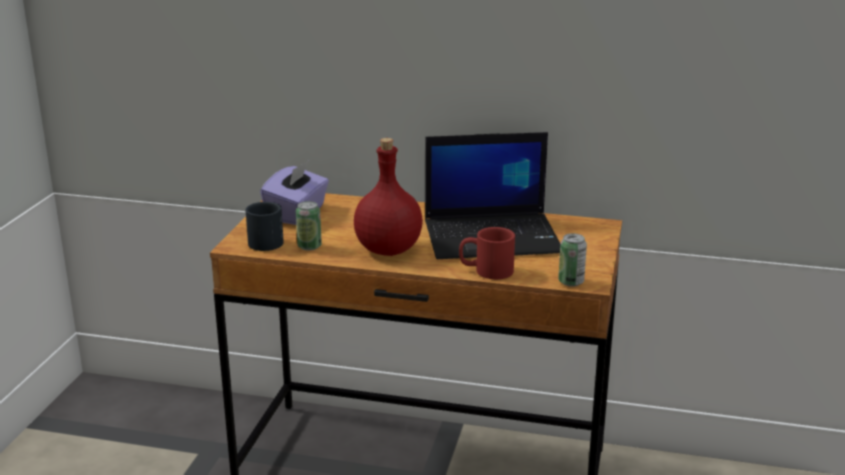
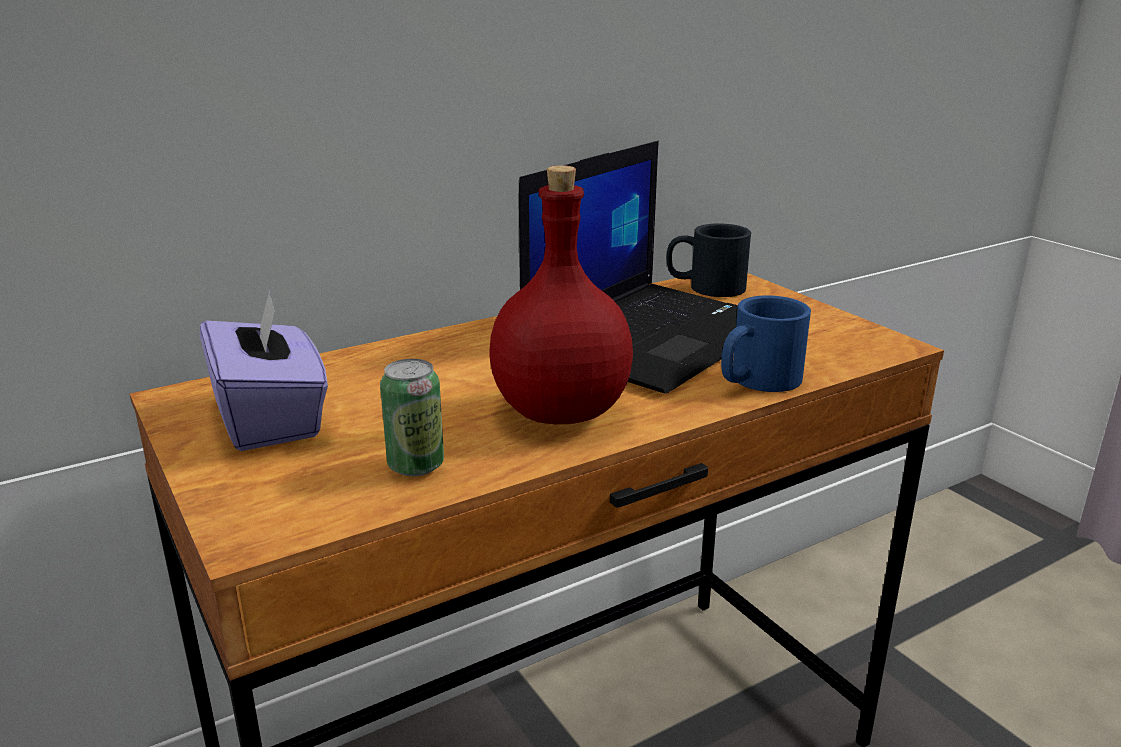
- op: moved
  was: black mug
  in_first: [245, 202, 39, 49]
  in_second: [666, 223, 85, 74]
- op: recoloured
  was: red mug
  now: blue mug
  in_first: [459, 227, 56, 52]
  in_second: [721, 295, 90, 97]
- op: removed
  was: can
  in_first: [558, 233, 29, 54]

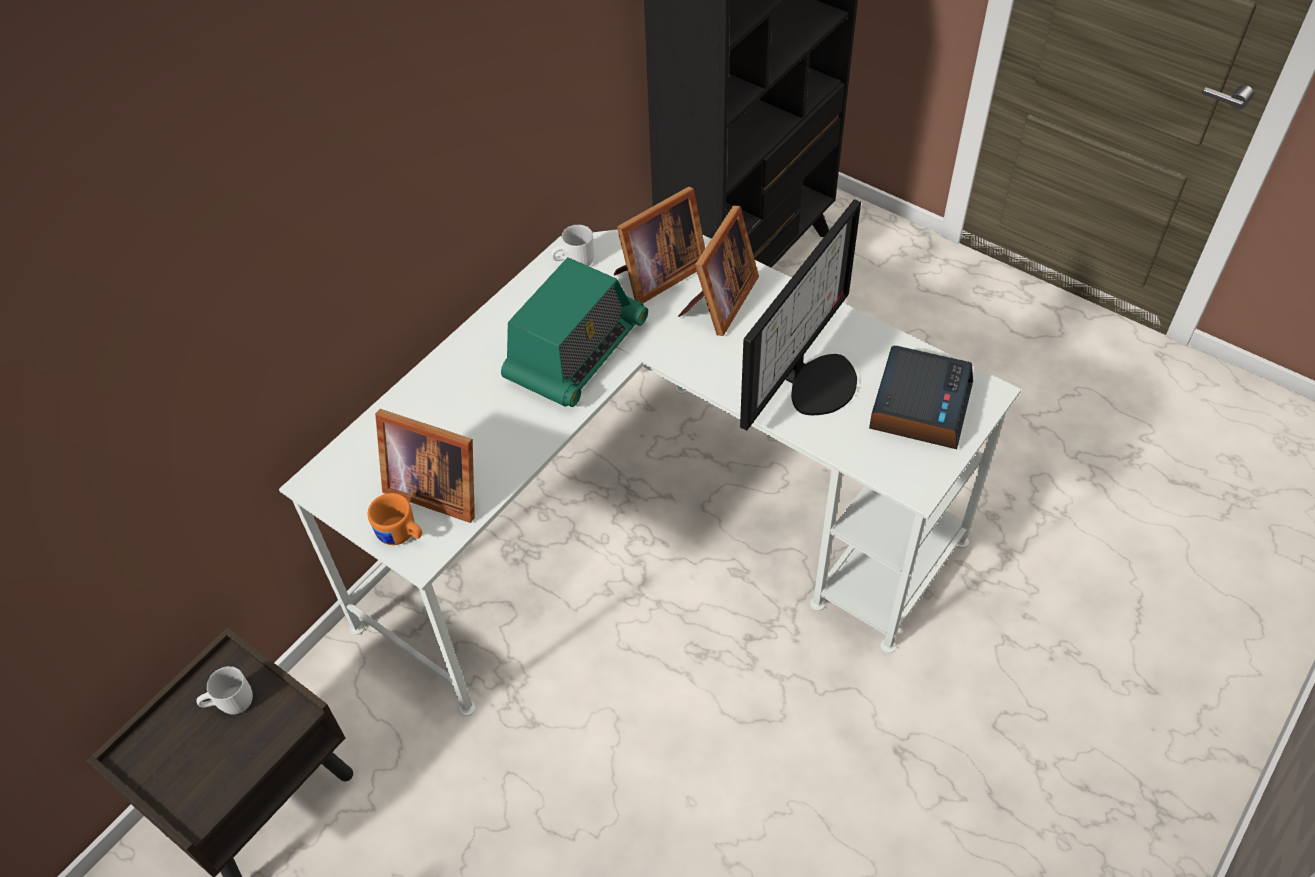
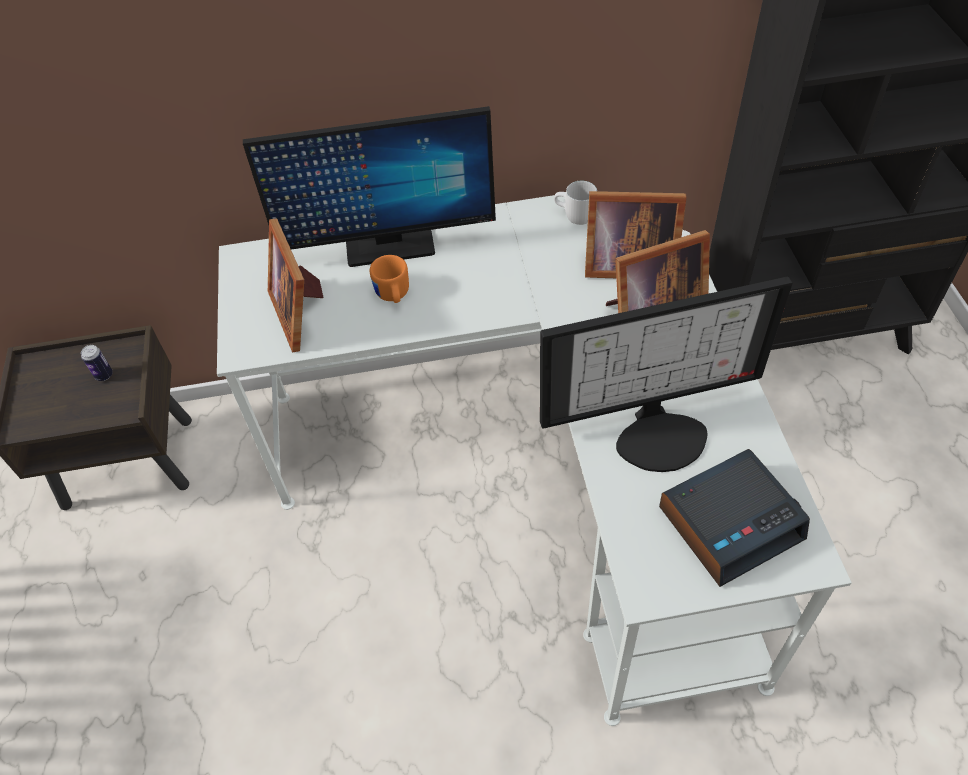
- op: removed
  was: radio
  in_first: [501, 257, 147, 150]
- op: moved
  was: orange mug
  in_first: [368, 493, 54, 52]
  in_second: [370, 255, 39, 48]
- op: replaced
  was: white mug
  now: can
  in_first: [197, 666, 56, 49]
  in_second: [81, 345, 32, 36]
- op: added
  now: monitor
  in_second: [243, 106, 253, 161]

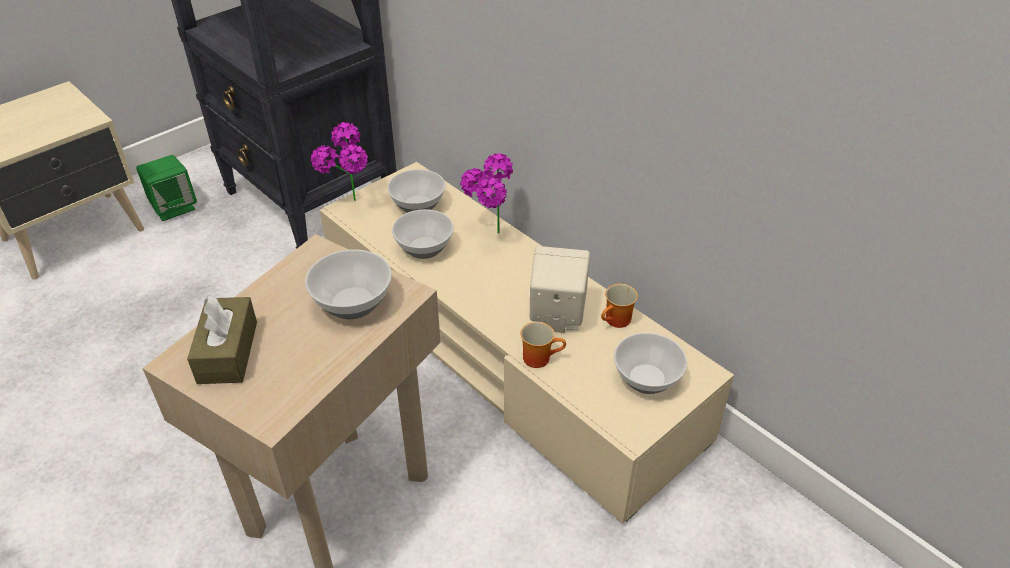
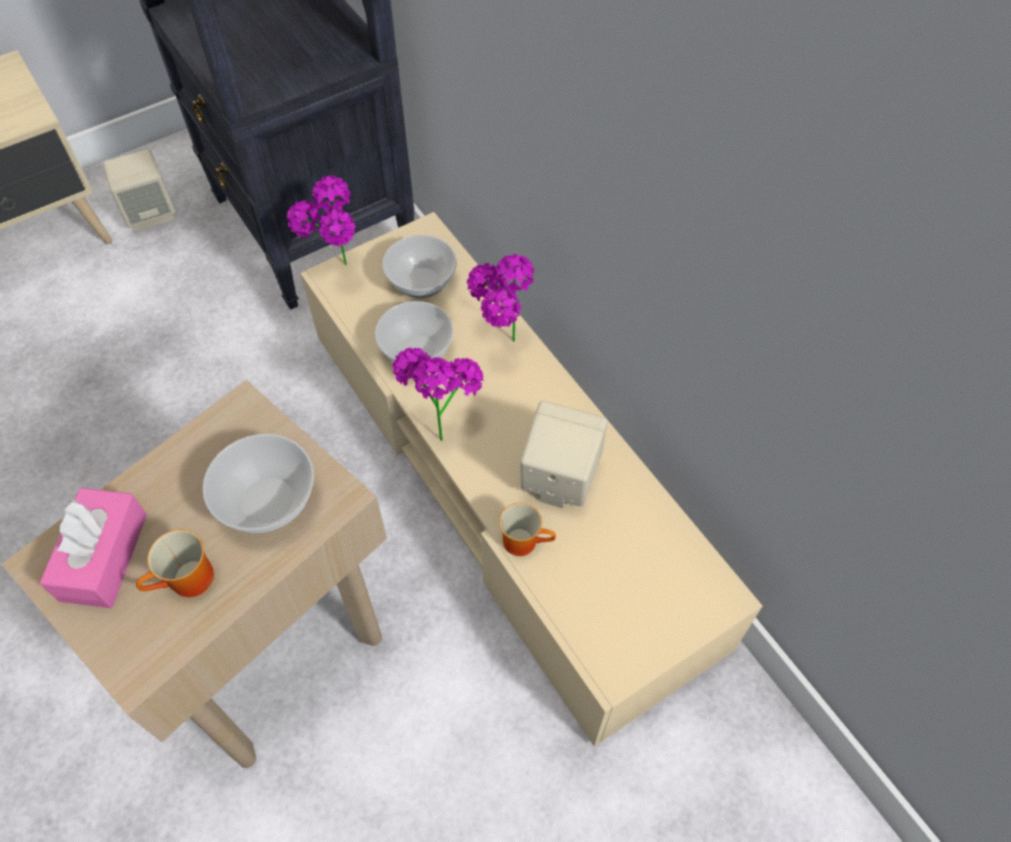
- op: recoloured
  was: green speaker
  now: beige speaker
  in_first: [136, 155, 61, 66]
  in_second: [103, 149, 72, 83]
- op: moved
  was: mug
  in_first: [601, 284, 37, 44]
  in_second: [136, 529, 78, 68]
- op: recoloured
  was: brown tissue box
  now: pink tissue box
  in_first: [187, 295, 70, 89]
  in_second: [40, 488, 107, 120]
- op: removed
  was: bowl
  in_first: [614, 333, 73, 61]
- op: added
  now: potted plant
  in_second: [392, 348, 92, 93]

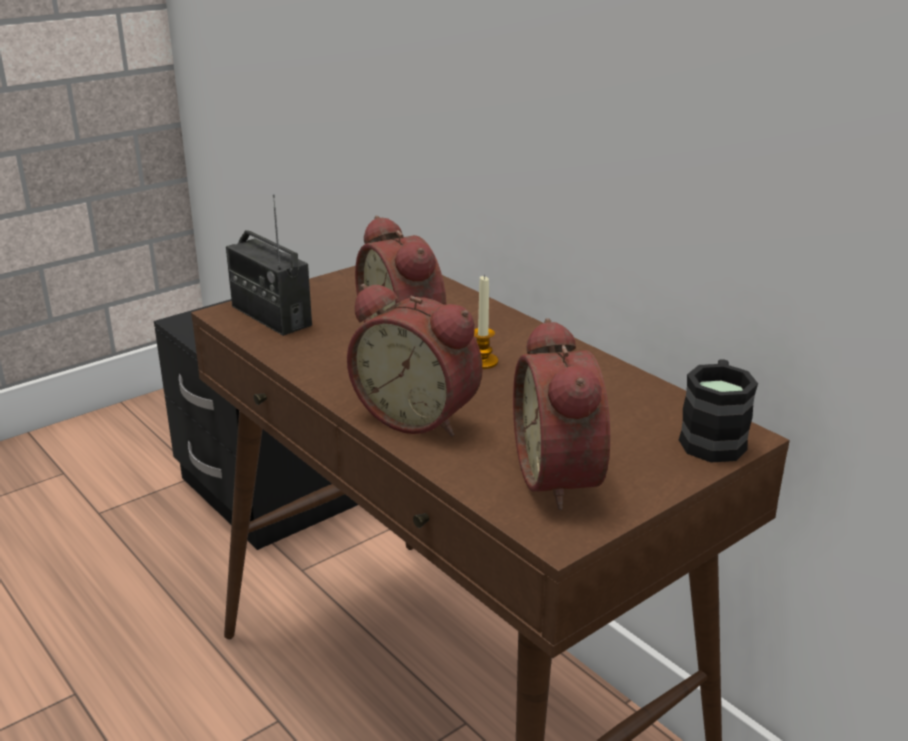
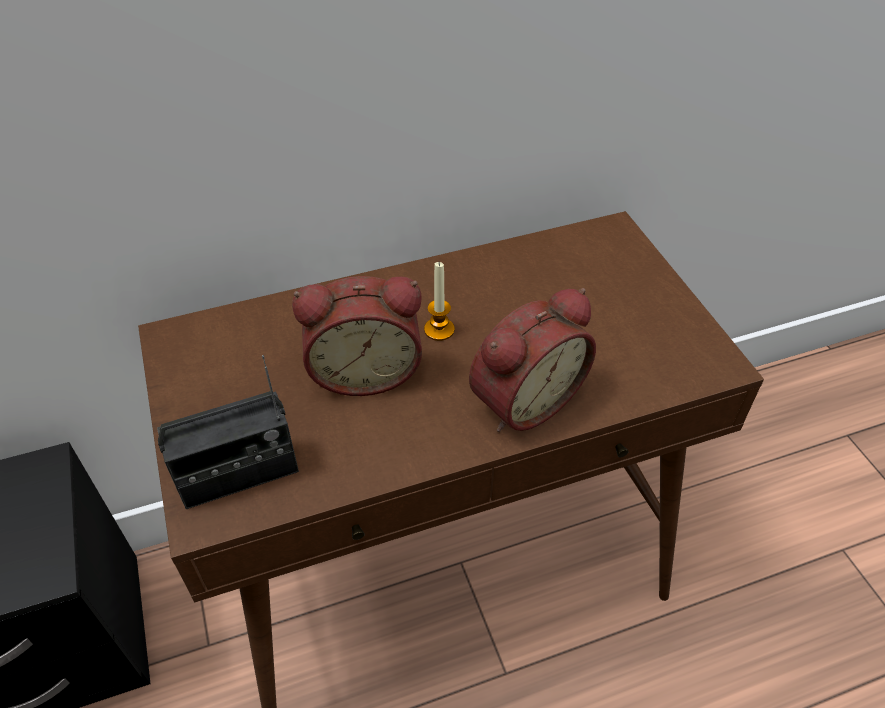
- op: removed
  was: alarm clock
  in_first: [513, 318, 97, 192]
- op: removed
  was: black mug
  in_first: [679, 359, 79, 104]

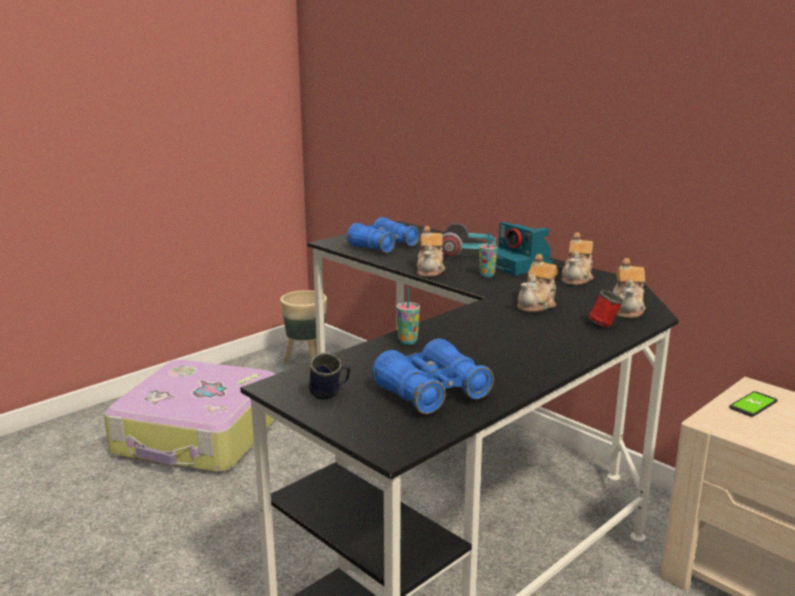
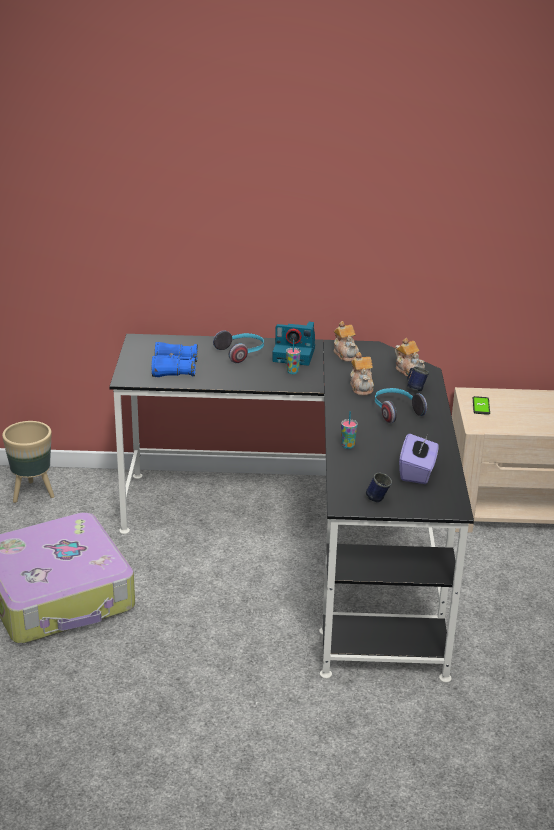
- op: removed
  was: teapot
  in_first: [417, 226, 28, 51]
- op: recoloured
  was: red mug
  now: blue mug
  in_first: [588, 290, 36, 38]
  in_second: [407, 366, 22, 25]
- op: replaced
  was: blue binoculars
  now: purple tissue box
  in_first: [372, 339, 122, 75]
  in_second: [399, 433, 40, 51]
- op: added
  now: headphones
  in_second: [375, 388, 52, 35]

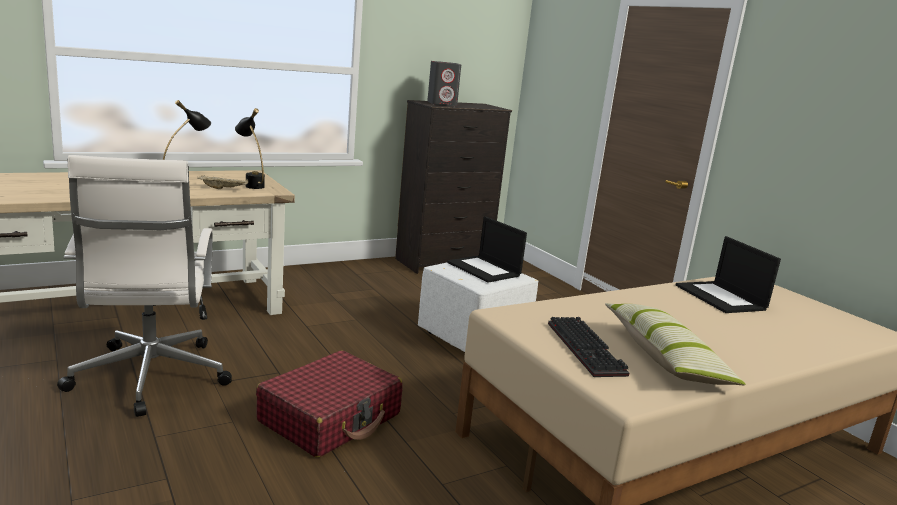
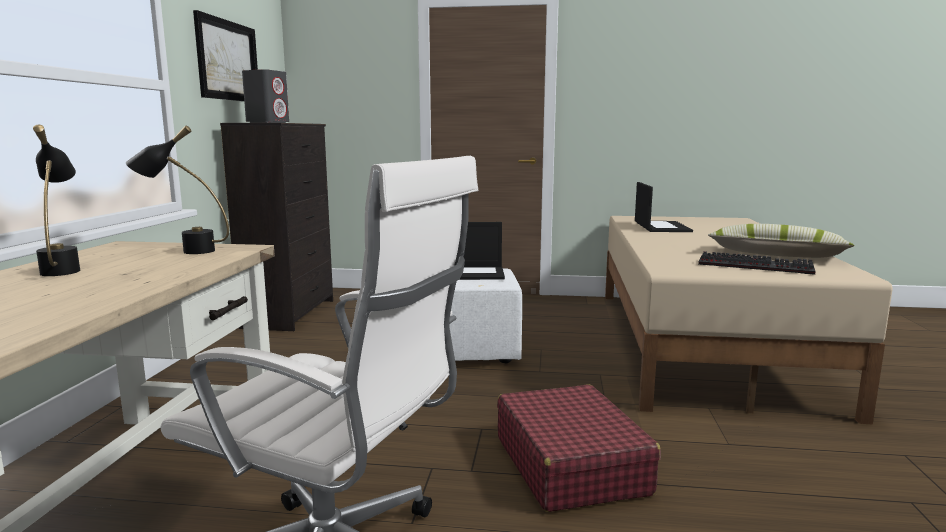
- op: removed
  was: beige tray
  in_first: [197, 175, 52, 14]
- op: turned
  was: laptop
  in_first: [676, 236, 105, 77]
  in_second: [635, 182, 58, 50]
  clockwise: -105
- op: added
  now: picture
  in_second: [193, 10, 65, 91]

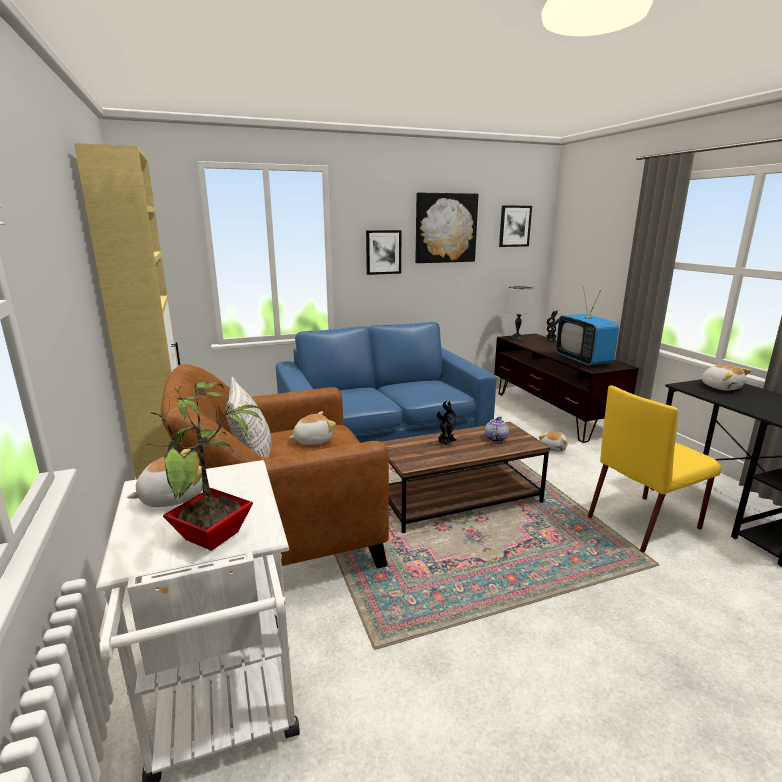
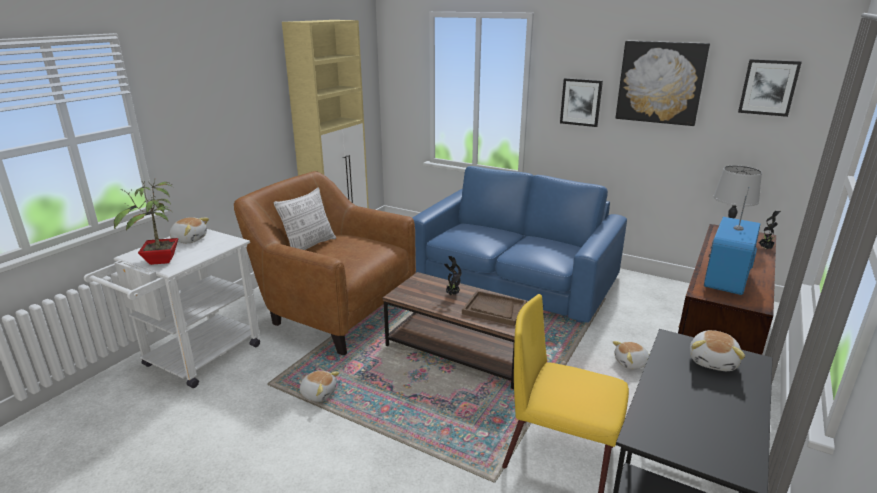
- op: moved
  was: plush toy
  in_first: [289, 411, 47, 34]
  in_second: [299, 371, 40, 31]
- op: replaced
  was: teapot
  now: brown tray
  in_first: [485, 416, 24, 26]
  in_second: [462, 291, 65, 35]

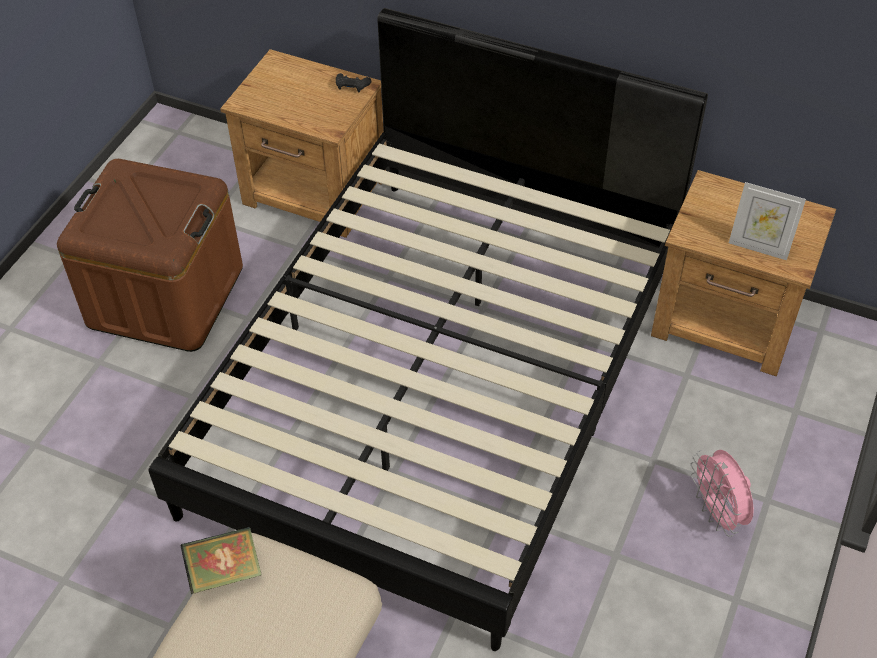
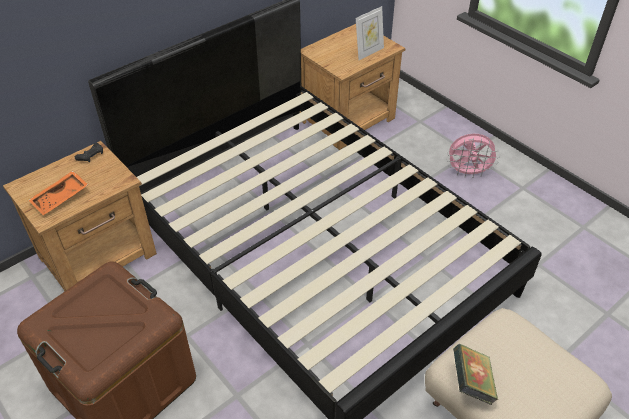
- op: added
  now: orange tray
  in_second: [28, 171, 60, 44]

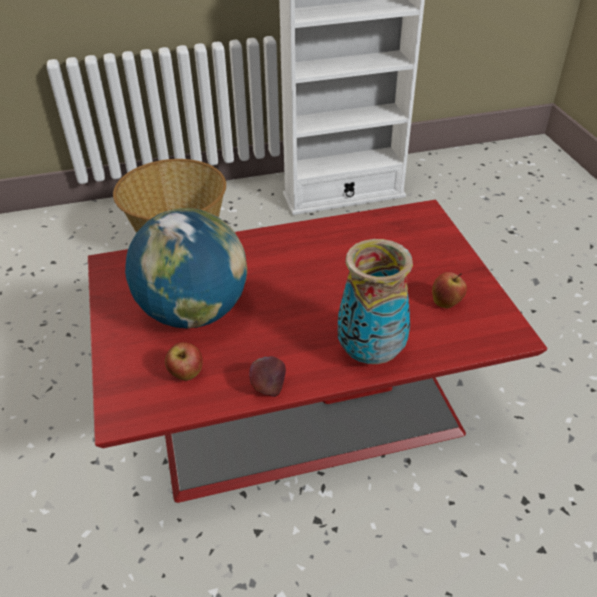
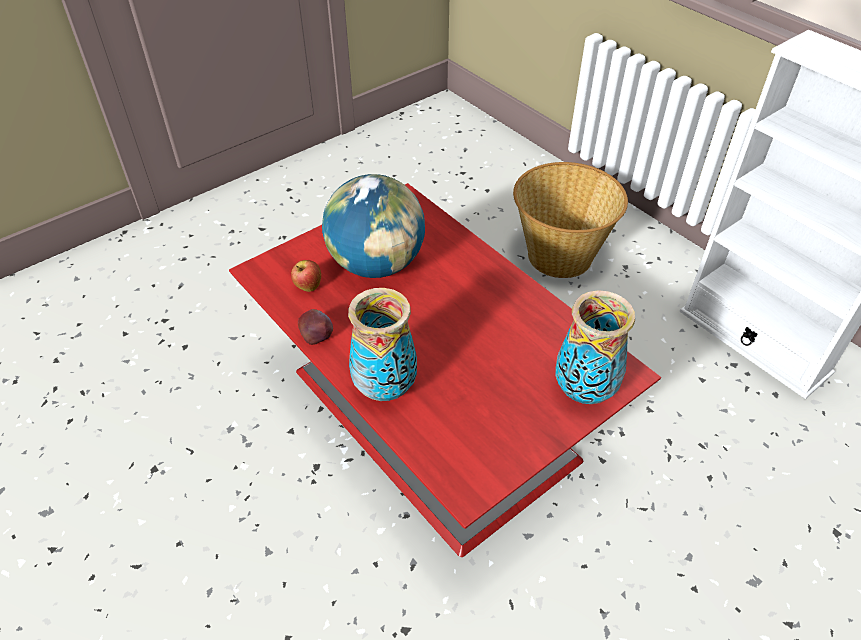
- op: removed
  was: apple
  in_first: [432, 272, 35, 36]
- op: added
  now: vase
  in_second: [555, 290, 80, 114]

